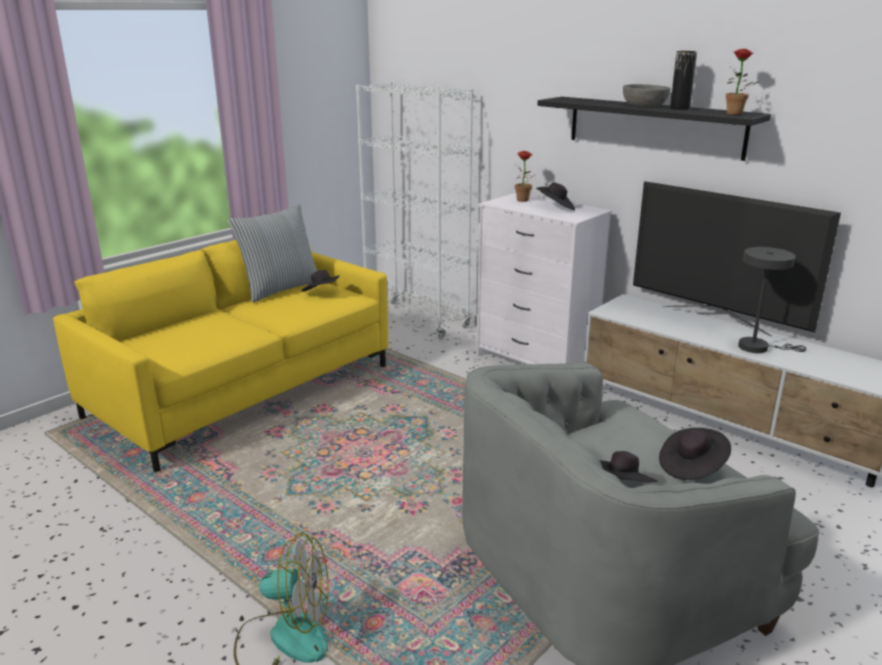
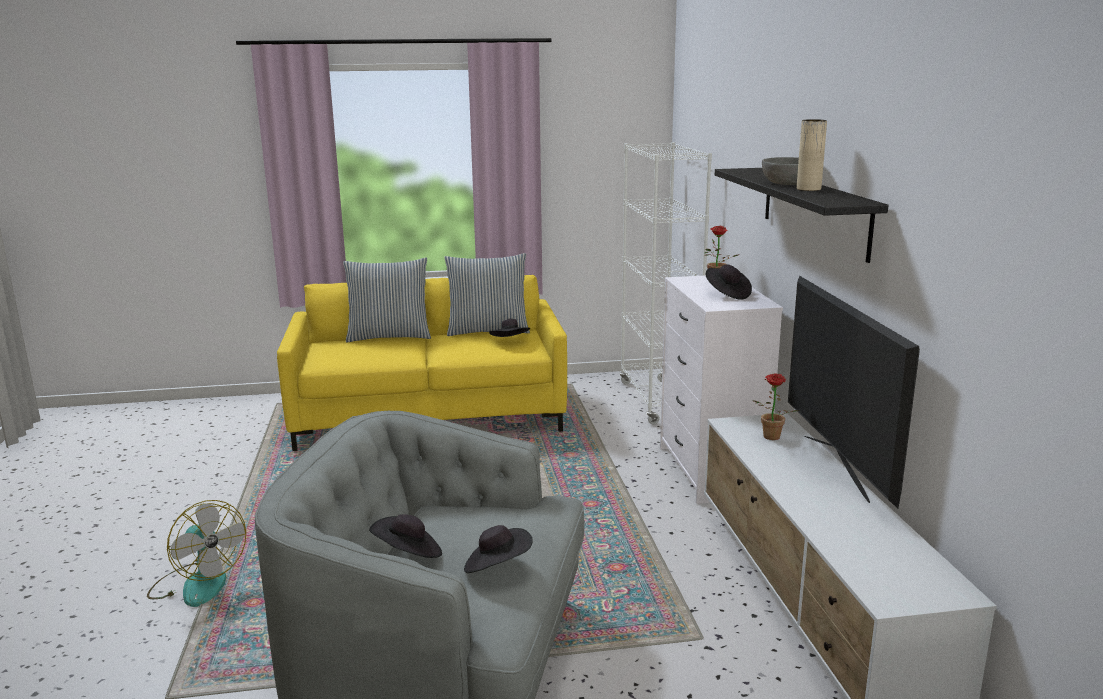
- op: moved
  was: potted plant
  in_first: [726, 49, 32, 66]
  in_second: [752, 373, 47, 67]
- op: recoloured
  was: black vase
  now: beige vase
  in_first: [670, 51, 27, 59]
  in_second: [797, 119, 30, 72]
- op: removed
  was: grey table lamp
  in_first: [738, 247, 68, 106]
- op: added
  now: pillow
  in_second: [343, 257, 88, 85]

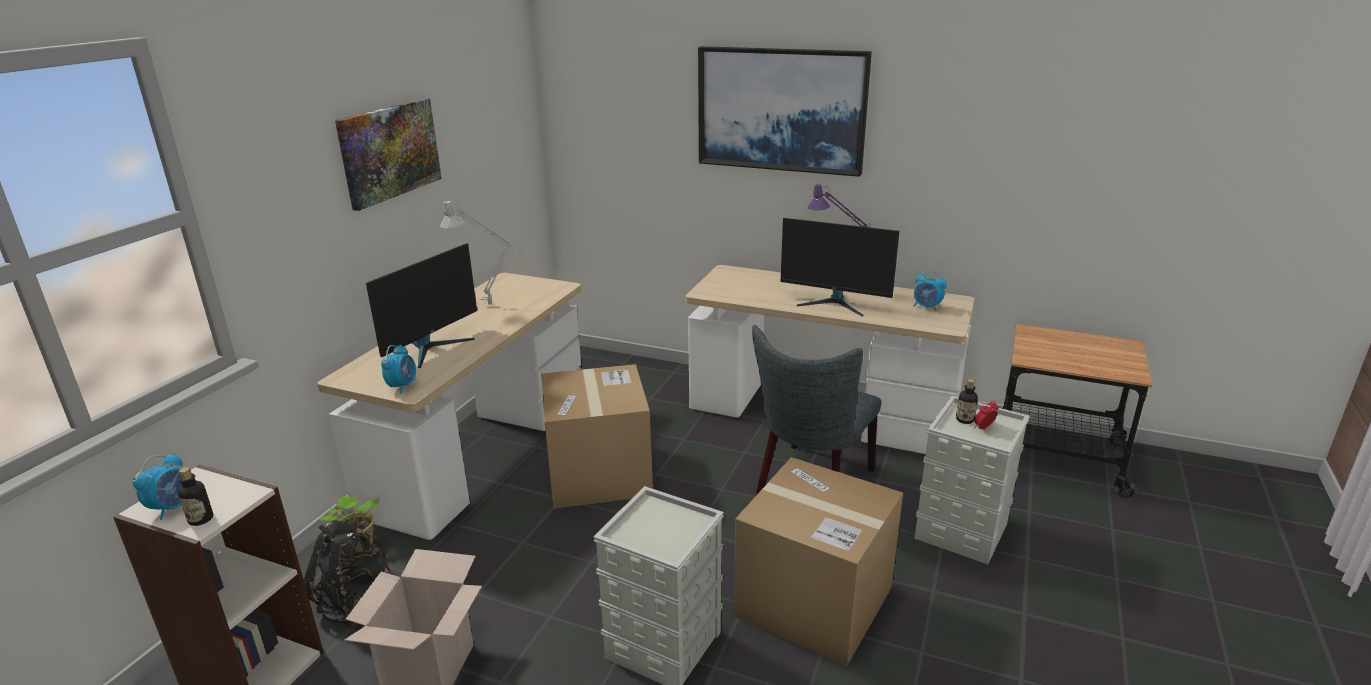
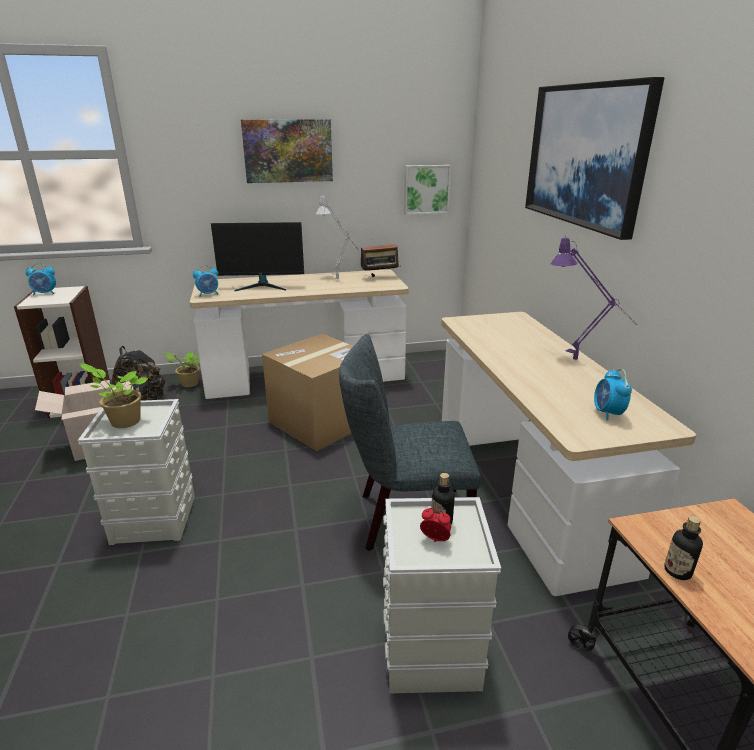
- op: removed
  was: monitor
  in_first: [780, 218, 120, 98]
- op: removed
  was: cardboard box
  in_first: [734, 457, 169, 209]
- op: moved
  was: bottle
  in_first: [178, 467, 35, 59]
  in_second: [664, 516, 39, 64]
- op: added
  now: picture
  in_second: [404, 165, 47, 50]
- op: added
  now: radio
  in_second: [361, 239, 39, 38]
- op: added
  now: potted plant
  in_second: [79, 363, 69, 65]

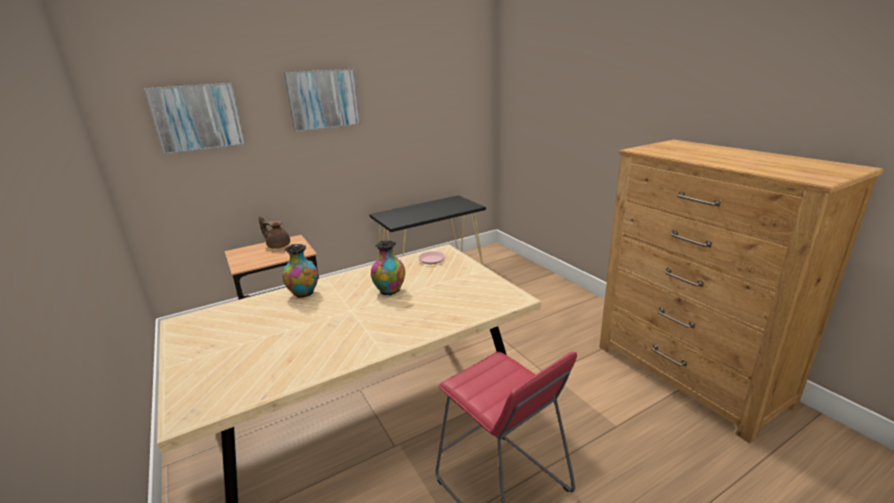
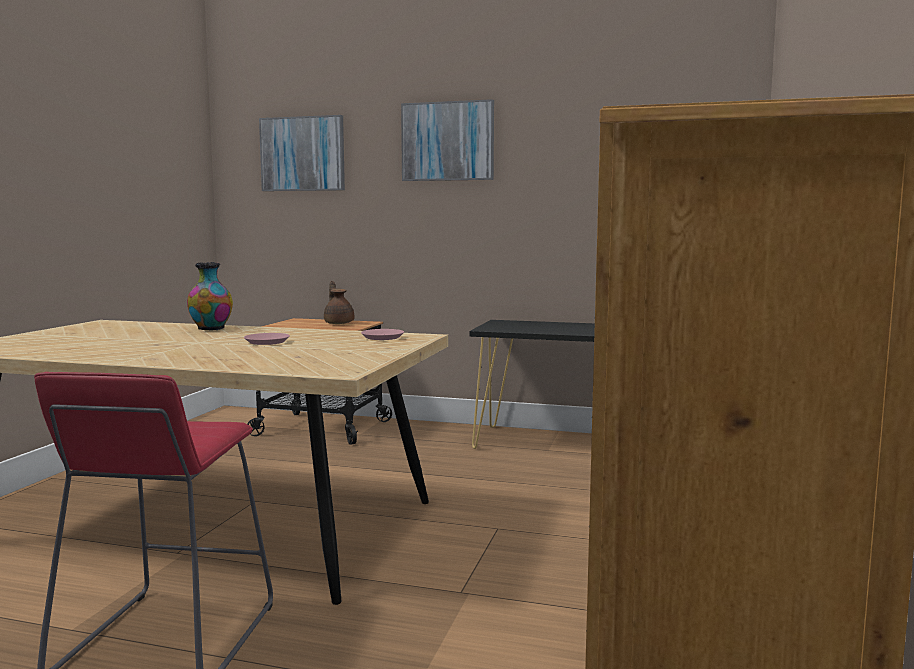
- op: replaced
  was: vase
  now: pink plate
  in_first: [371, 240, 34, 56]
  in_second: [244, 333, 46, 12]

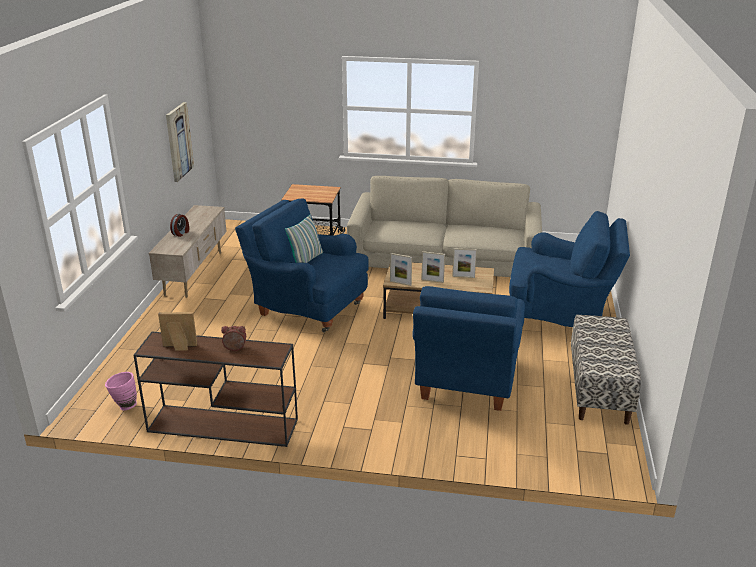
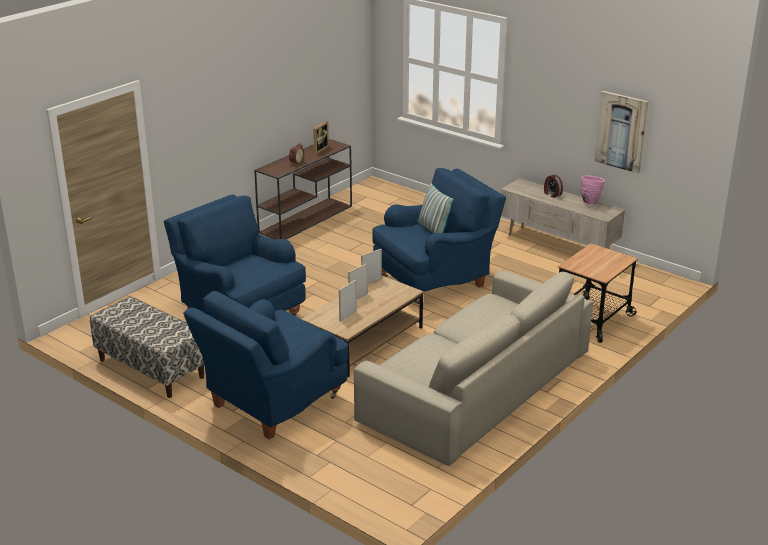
- op: moved
  was: pink vase
  in_first: [105, 372, 32, 38]
  in_second: [581, 175, 24, 30]

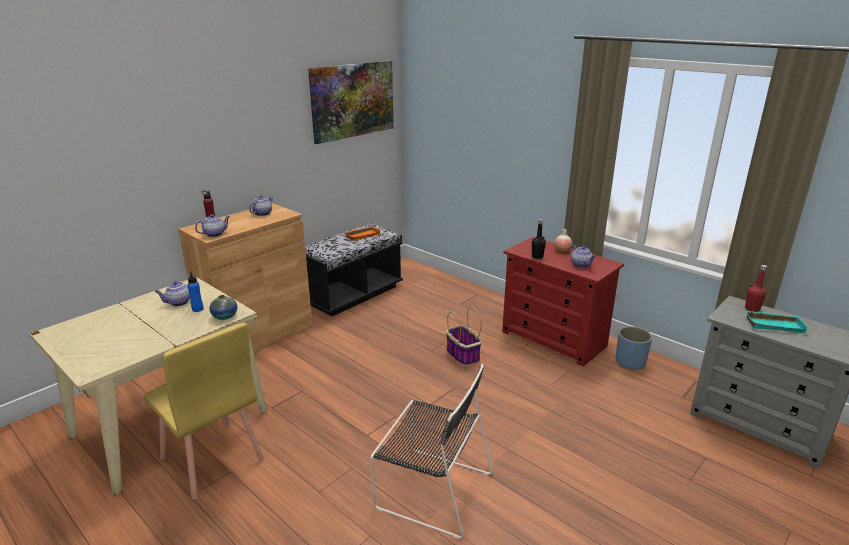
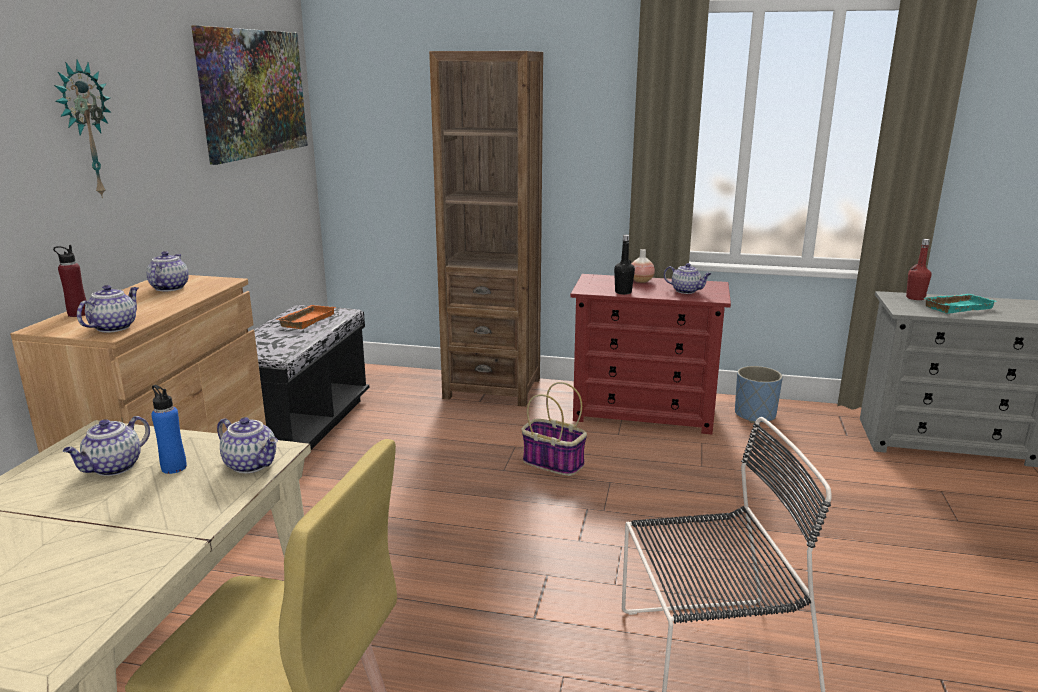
- op: replaced
  was: vase
  now: teapot
  in_first: [209, 295, 28, 25]
  in_second: [217, 417, 61, 56]
- op: added
  now: brown bookcase
  in_second: [429, 51, 114, 356]
- op: added
  now: wall clock
  in_second: [54, 59, 57, 139]

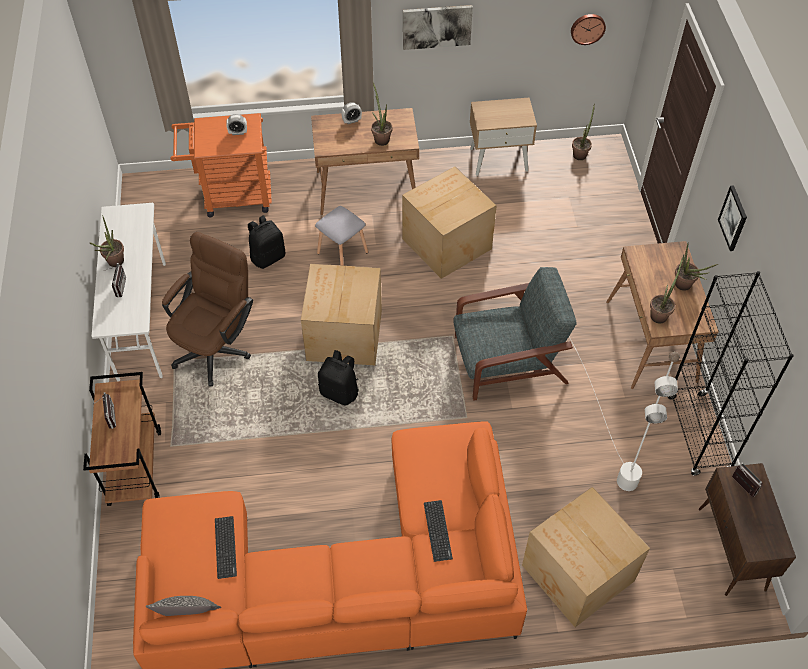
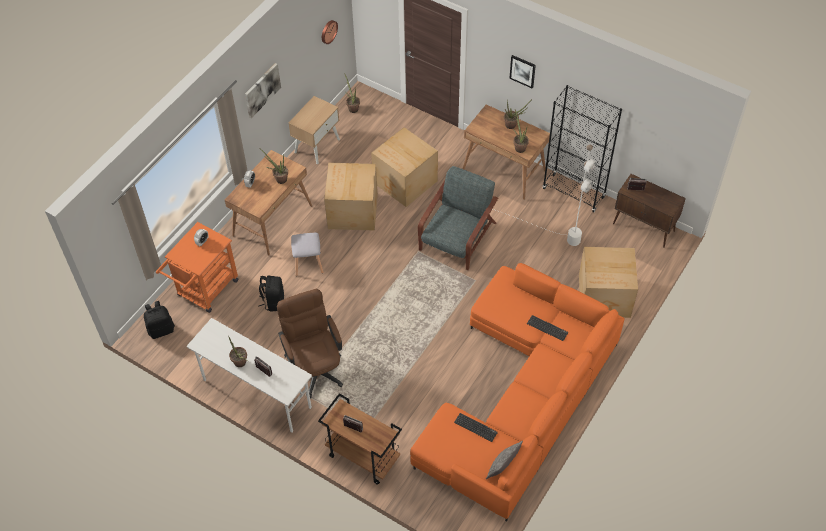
- op: moved
  was: cardboard box
  in_first: [301, 264, 81, 101]
  in_second: [371, 127, 67, 80]
- op: moved
  was: black backpack
  in_first: [318, 350, 41, 56]
  in_second: [144, 301, 31, 38]

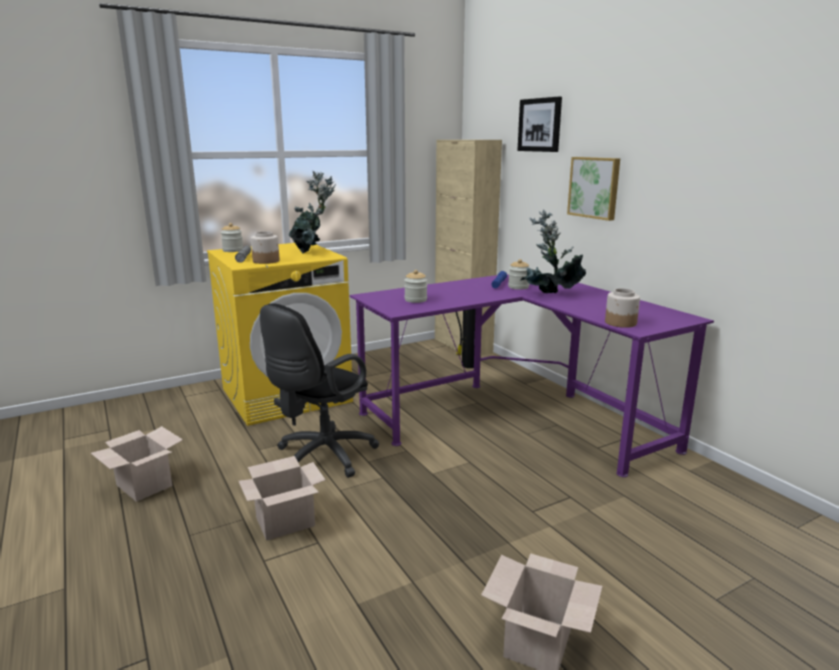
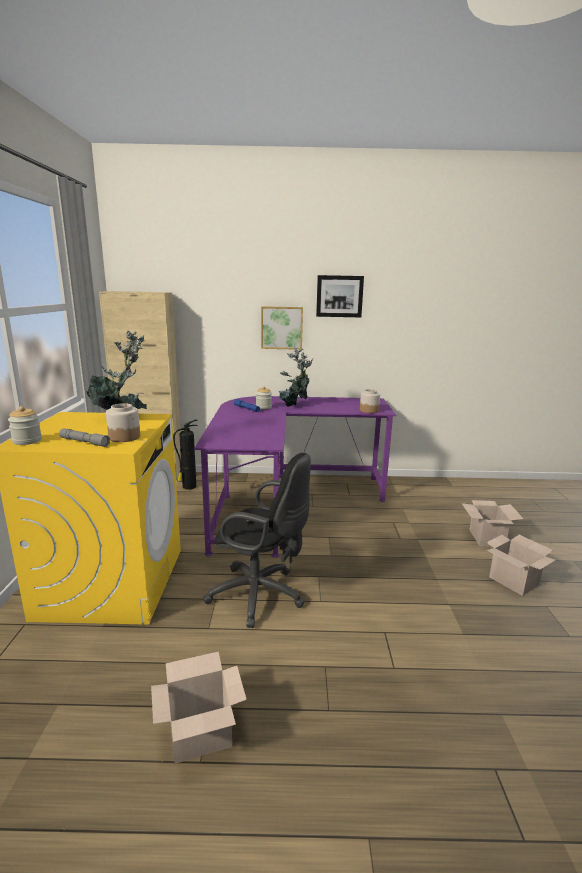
- op: moved
  was: picture
  in_first: [517, 97, 45, 55]
  in_second: [316, 275, 48, 42]
- op: removed
  was: jar
  in_first: [404, 270, 23, 33]
- op: turned
  was: black office chair
  in_first: [260, 303, 119, 175]
  in_second: [203, 453, 108, 175]
  clockwise: -45
- op: moved
  was: cardboard box
  in_first: [239, 456, 86, 84]
  in_second: [462, 500, 61, 46]

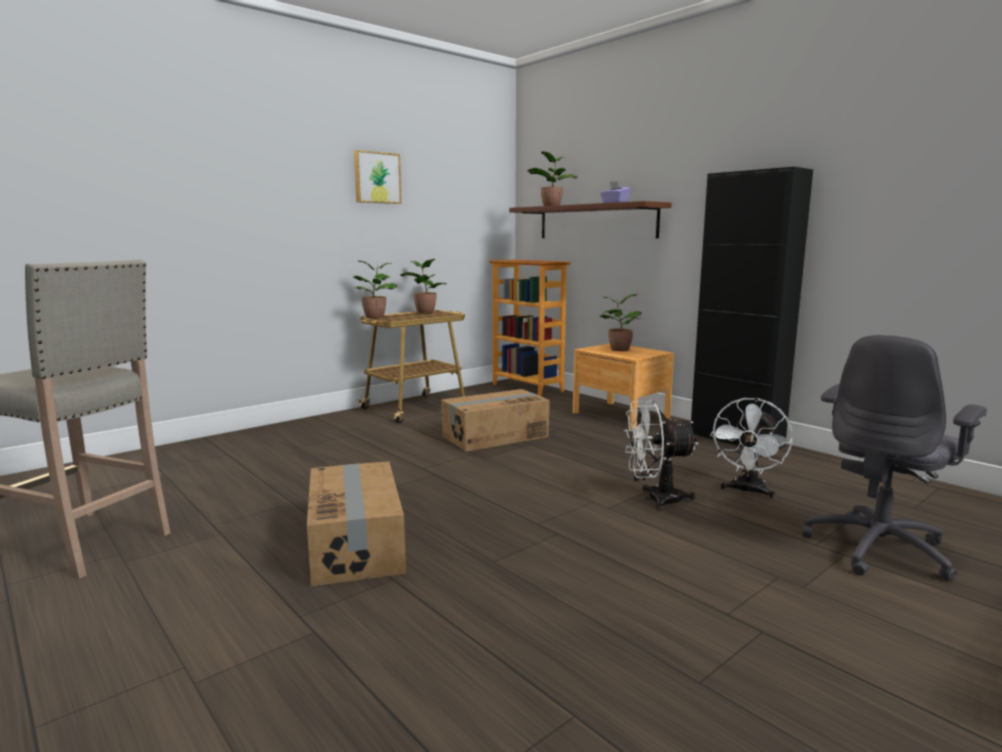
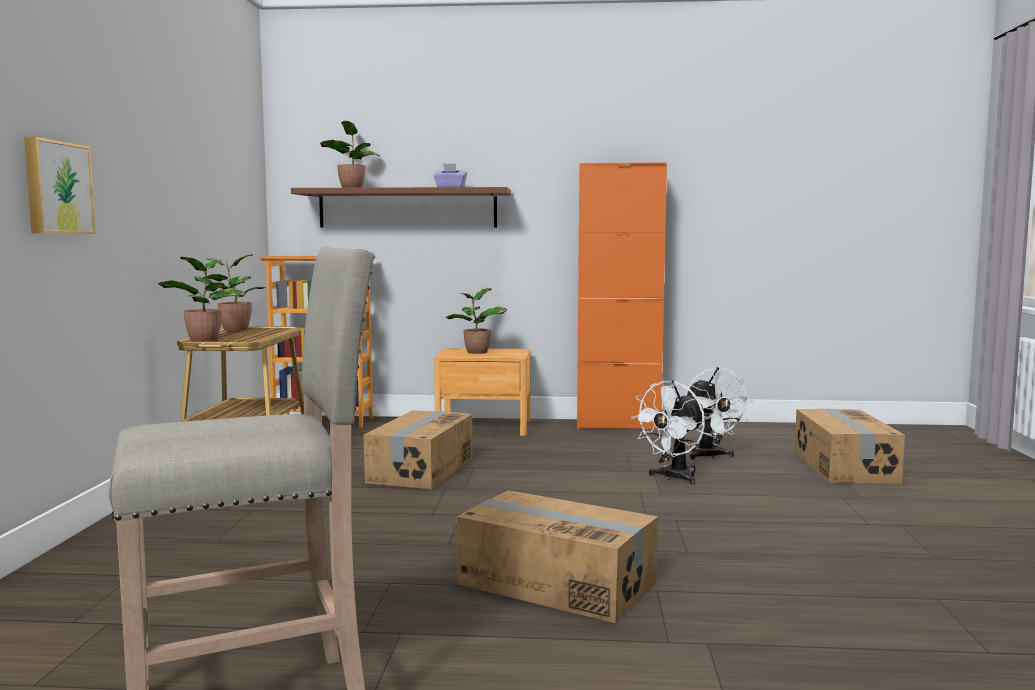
- op: moved
  was: picture
  in_first: [354, 150, 48, 54]
  in_second: [24, 137, 72, 97]
- op: recoloured
  was: black cabinet
  now: orange cabinet
  in_first: [691, 167, 122, 282]
  in_second: [577, 162, 90, 268]
- op: replaced
  was: grey office chair
  now: cardboard box
  in_first: [802, 335, 185, 246]
  in_second: [795, 409, 110, 75]

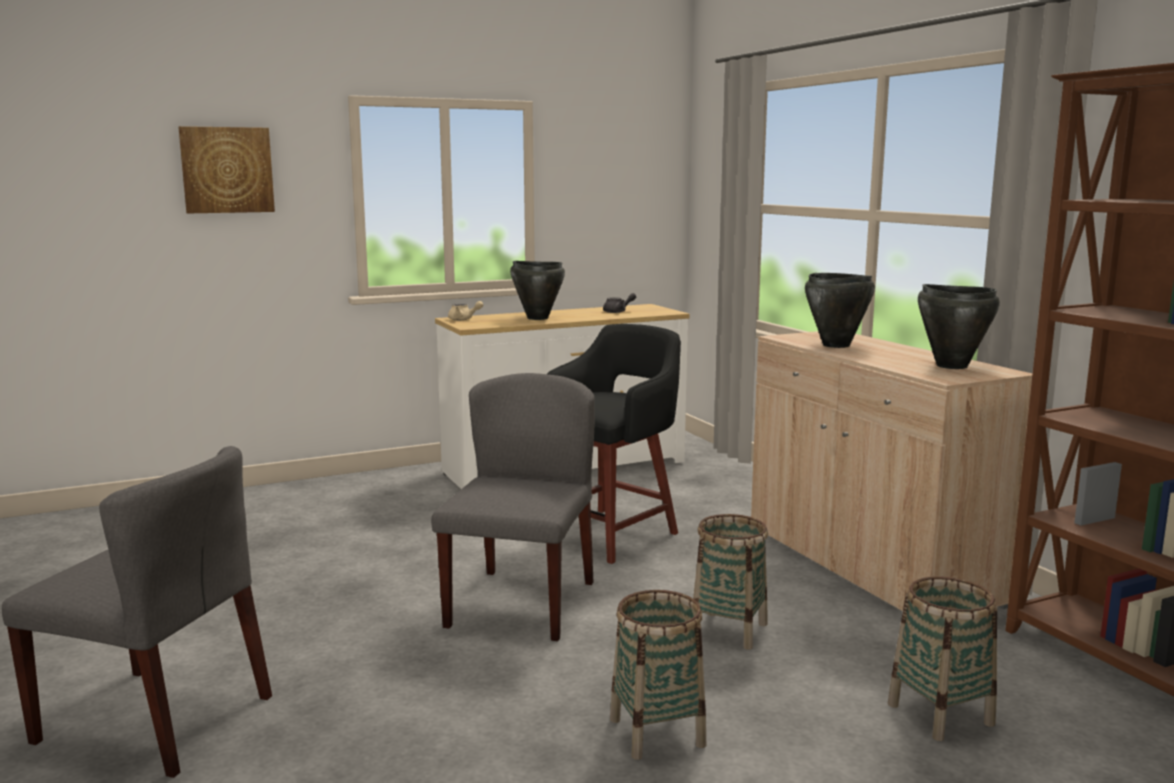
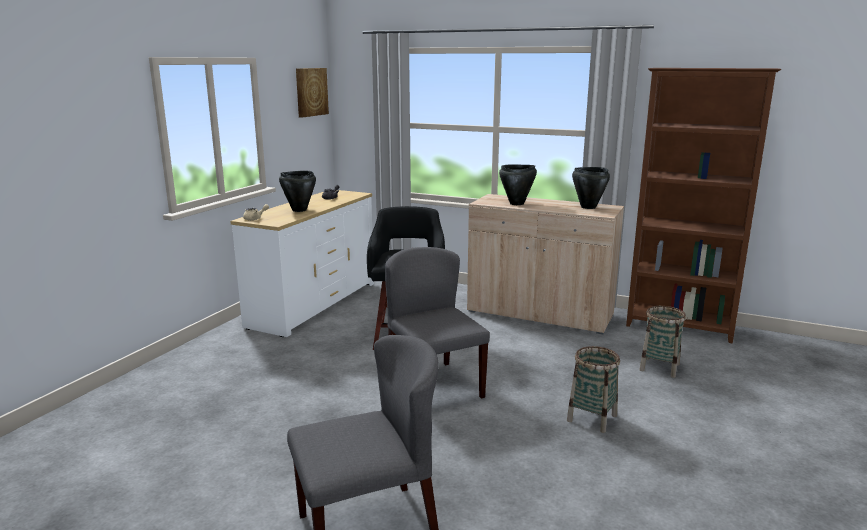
- op: moved
  was: picture
  in_first: [178, 126, 97, 88]
  in_second: [296, 68, 33, 50]
- op: removed
  was: basket
  in_first: [693, 514, 75, 136]

